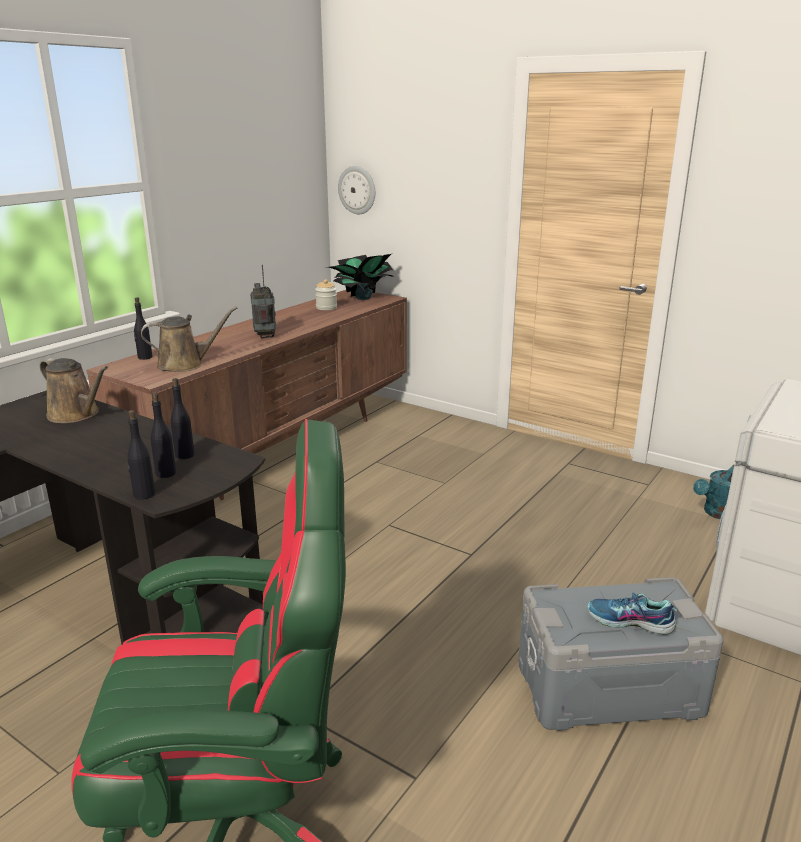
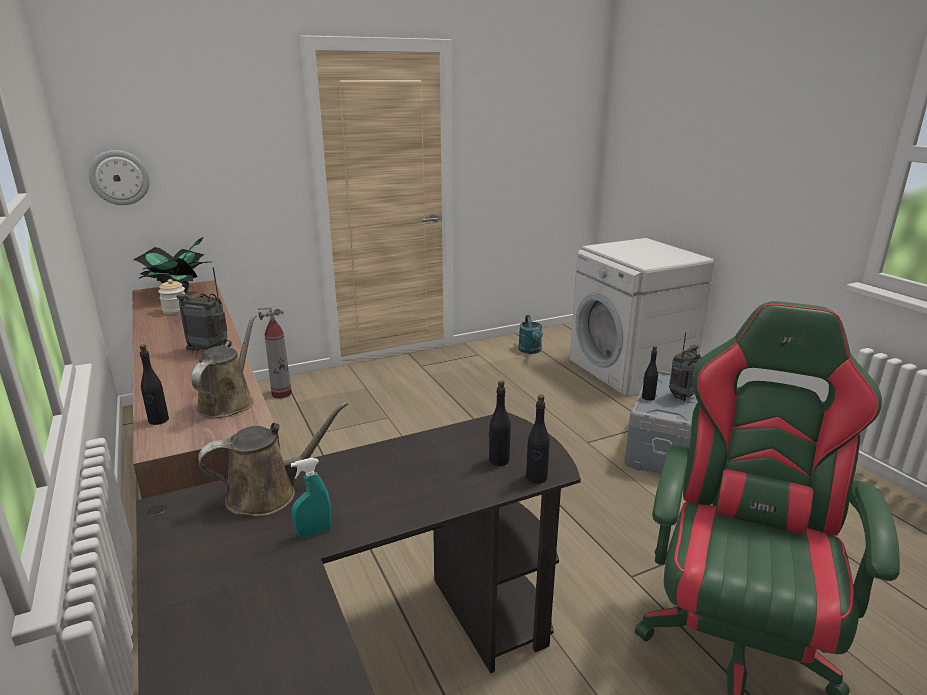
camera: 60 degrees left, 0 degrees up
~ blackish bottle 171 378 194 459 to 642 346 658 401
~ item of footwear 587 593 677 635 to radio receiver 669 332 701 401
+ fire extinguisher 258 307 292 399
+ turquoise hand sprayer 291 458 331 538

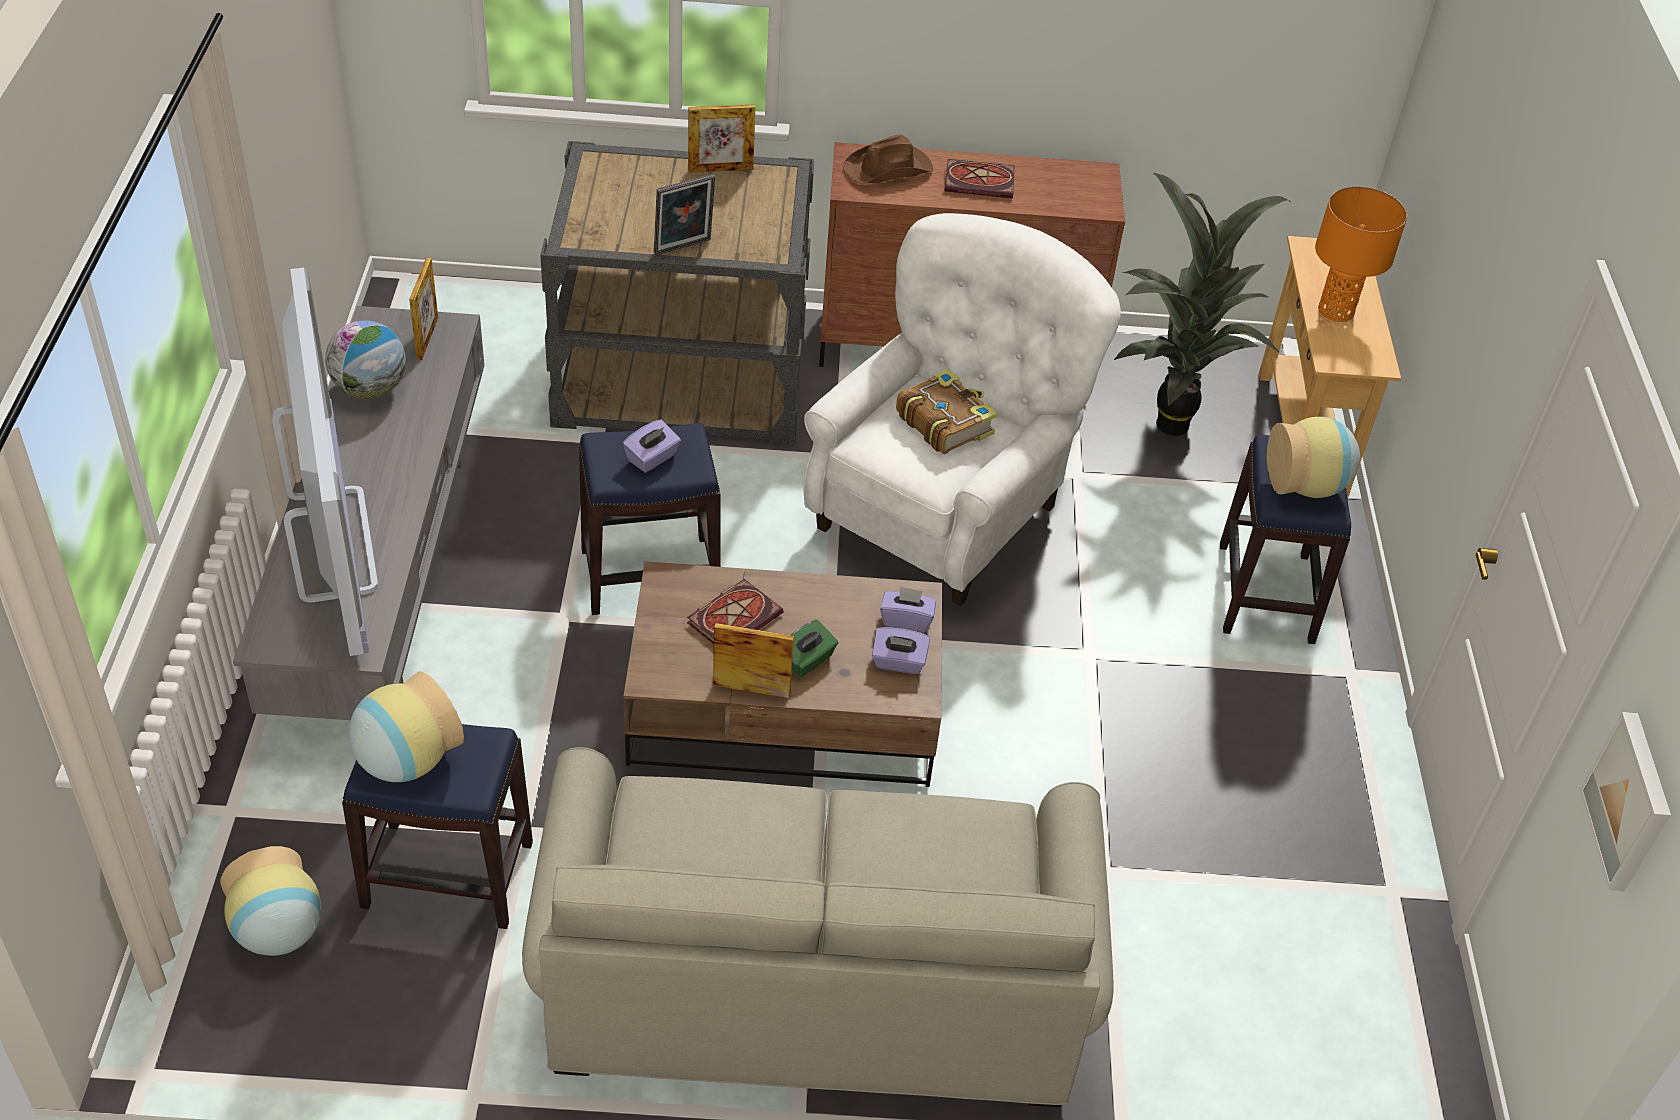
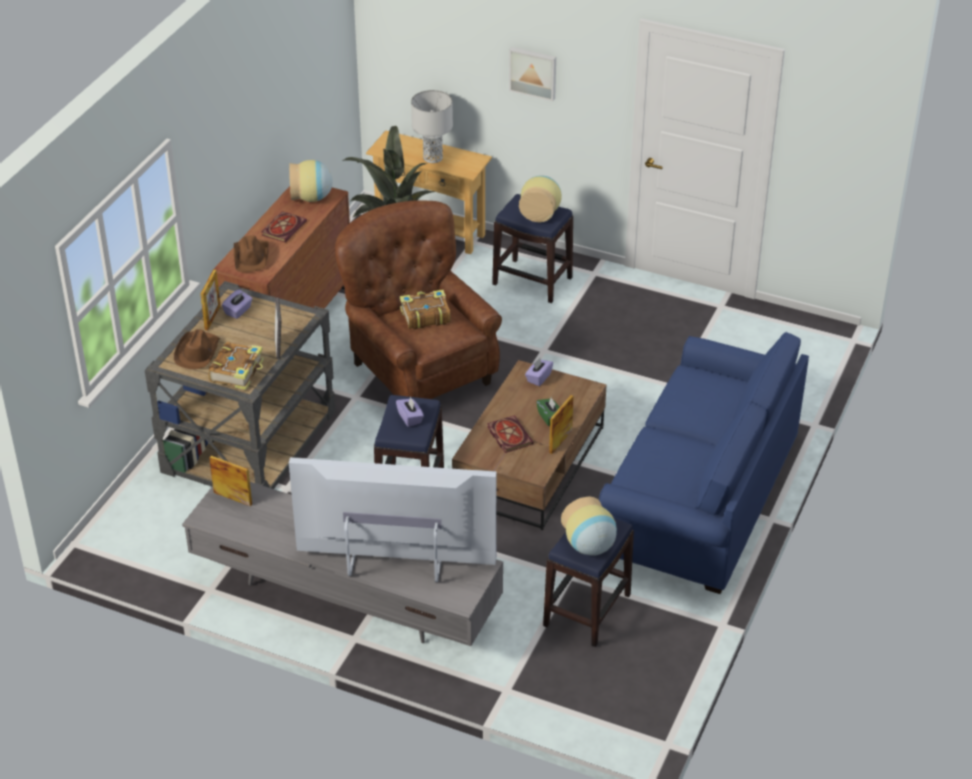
camera: 65 degrees left, 5 degrees down
~ orange lamp for a table 1315 186 1407 322 to whitish lamp for a table 411 90 453 163
~ whitish easy chair 803 213 1121 606 to brown easy chair 335 200 502 399
- world globe 325 320 406 399
~ purplish box of tissues 872 627 930 674 to 222 289 253 319
~ wall picture 1580 712 1671 891 to 509 47 556 101
~ sand-coloured settee 522 747 1113 1107 to bluish settee 599 332 809 594
~ vase 220 846 321 956 to 289 160 333 202
+ brown hat 174 329 220 369
+ bound book 208 342 264 390

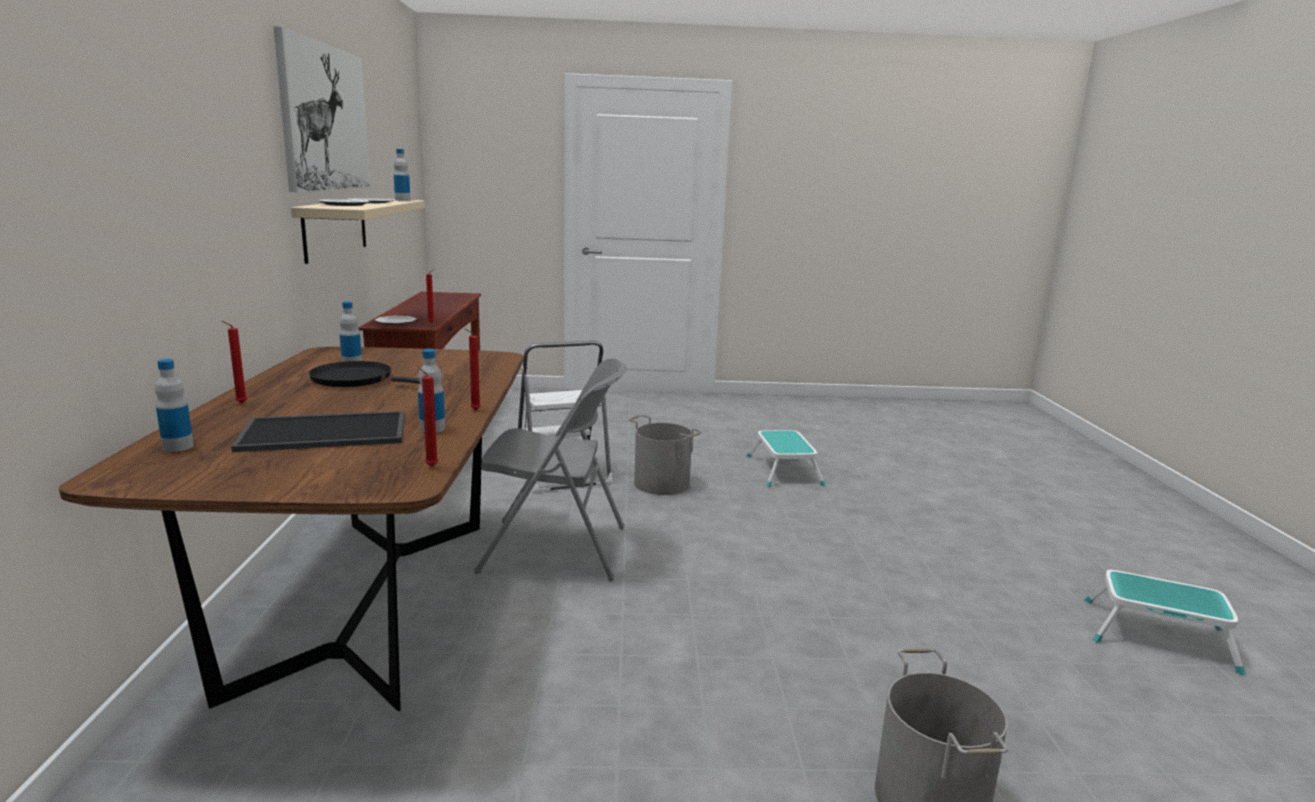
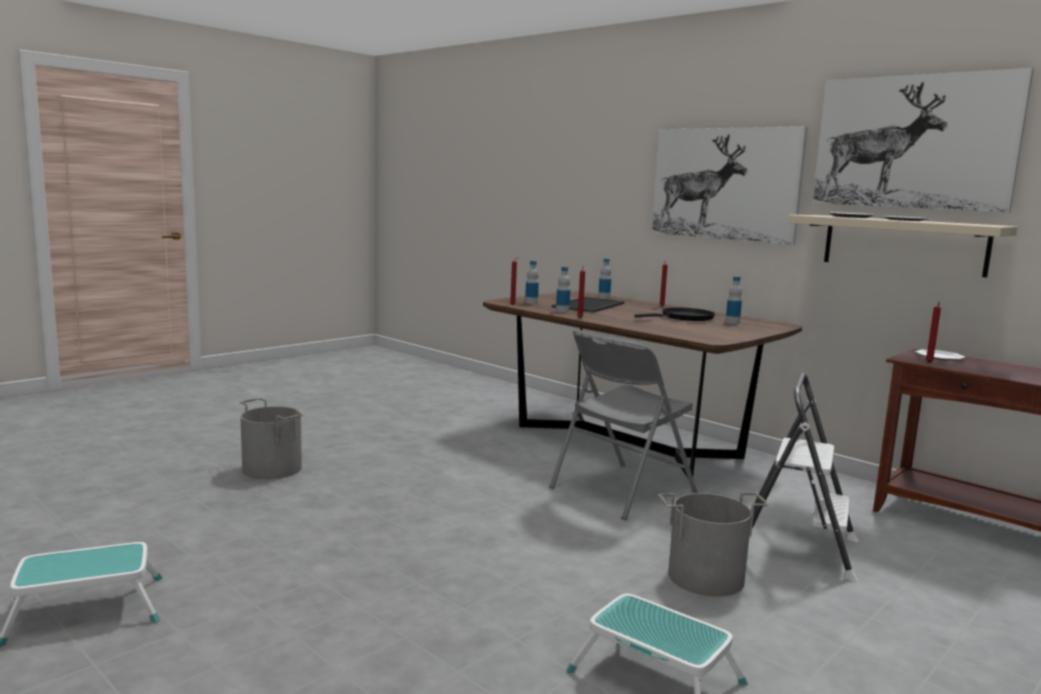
camera: 135 degrees right, 5 degrees down
~ bottle 394 149 411 201 to 525 261 539 304
+ wall picture 652 126 808 245

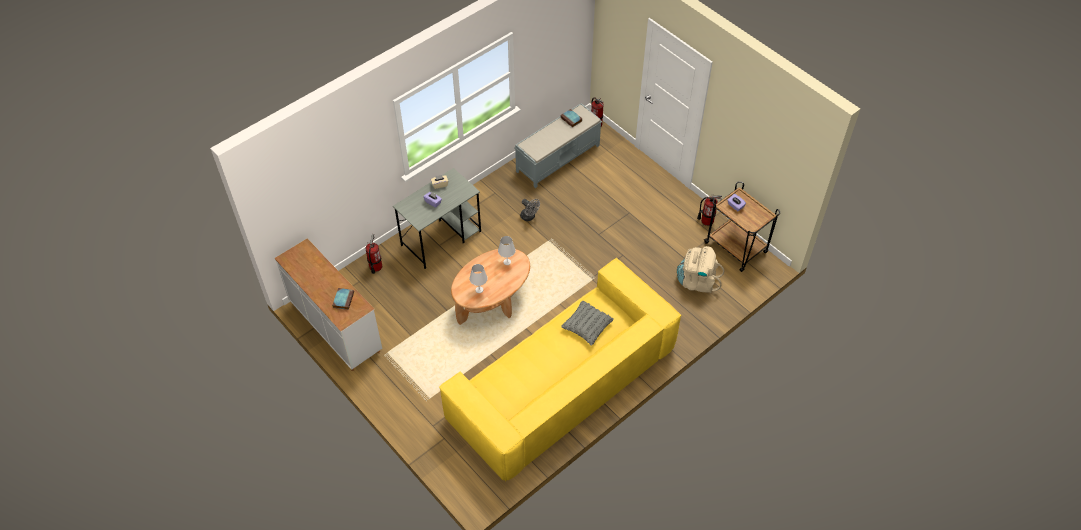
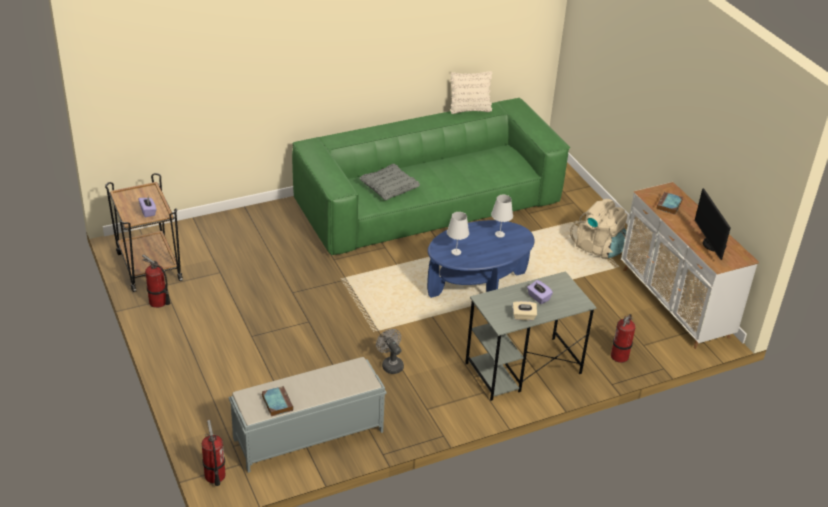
camera: 165 degrees left, 15 degrees down
~ sand-coloured knapsack 677 246 724 293 to 570 199 627 259
~ brown coffee table 451 249 530 325 to bluish coffee table 427 220 535 298
~ yellow-coloured settee 439 258 681 481 to green settee 292 98 570 255
+ sand-coloured throw pillow 450 71 493 114
+ computer display 695 188 731 260

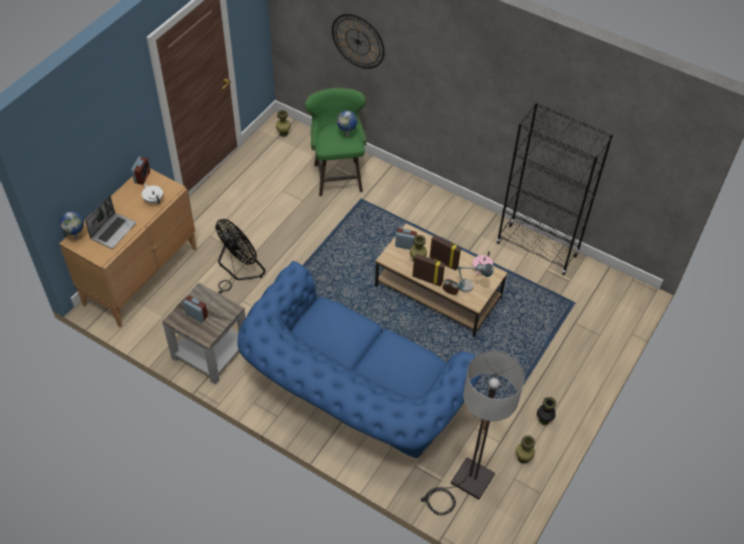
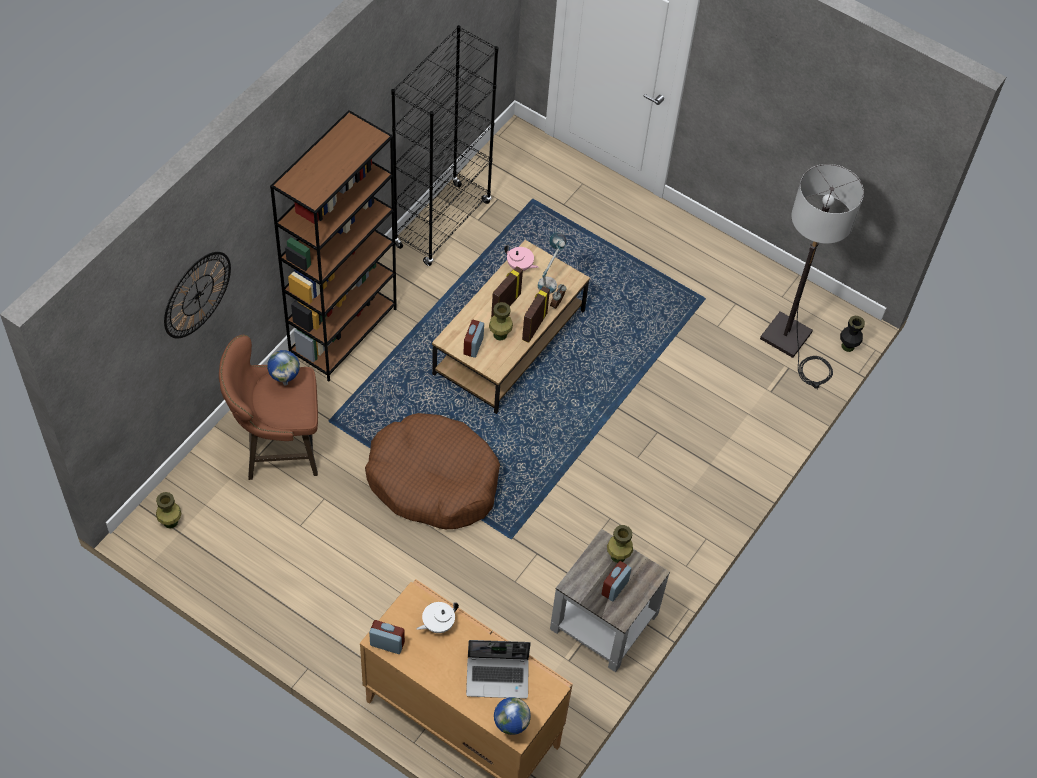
camera: 90 degrees left, 5 degrees up
~ green stool 305 88 367 196 to brown stool 219 335 318 480
~ laptop 85 195 136 249 = 466 640 531 699 150 degrees clockwise
- blackish electric fan 215 219 265 294
- bluish settee 237 261 482 458
~ blackish vase 537 397 556 425 to 840 316 865 352
~ green vase 516 435 535 463 to 607 525 633 563
+ brown bookcase 270 110 397 381
+ brown dog cushion 365 413 500 529

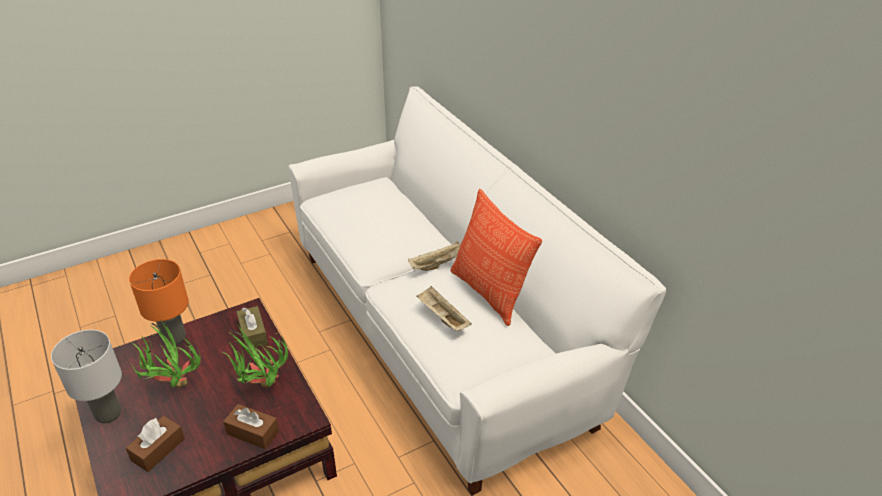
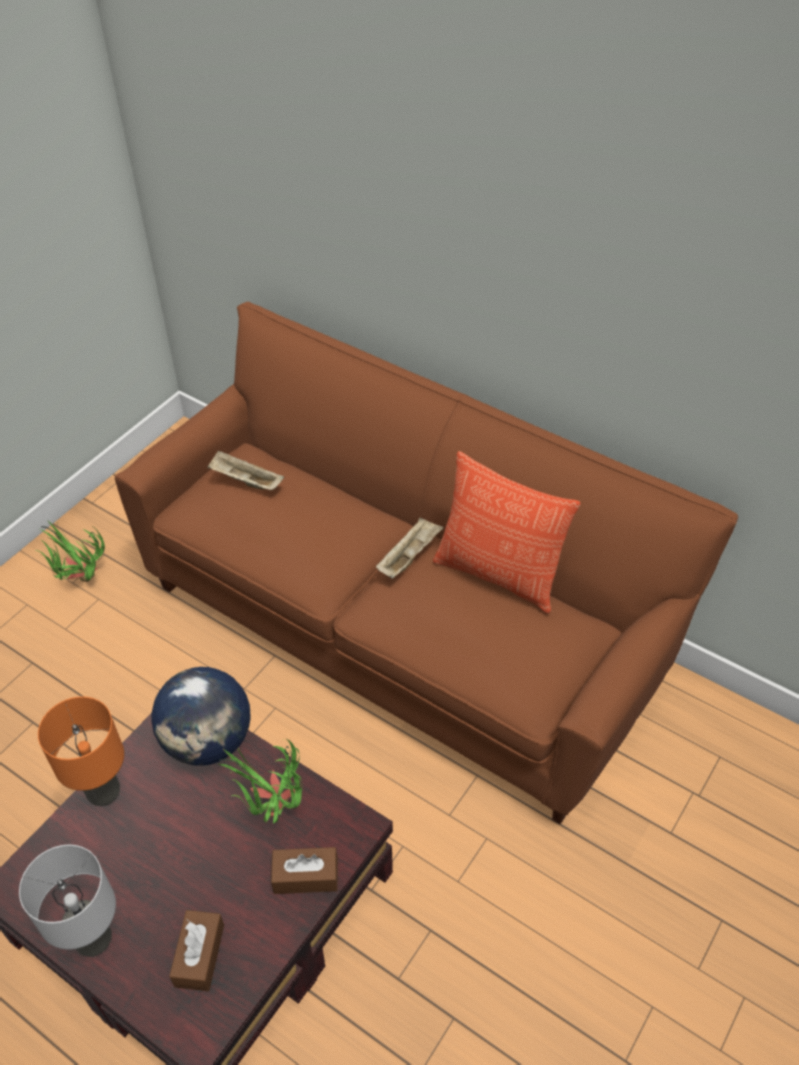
camera: 25 degrees left, 10 degrees up
~ whitish settee 289 86 666 495 to brown settee 115 302 738 824
~ sand-coloured tray 416 286 472 331 to 207 450 284 490
~ brown box of tissues 237 306 268 349 to world globe 151 667 250 766
~ potted plant 130 319 201 388 to 36 520 105 582

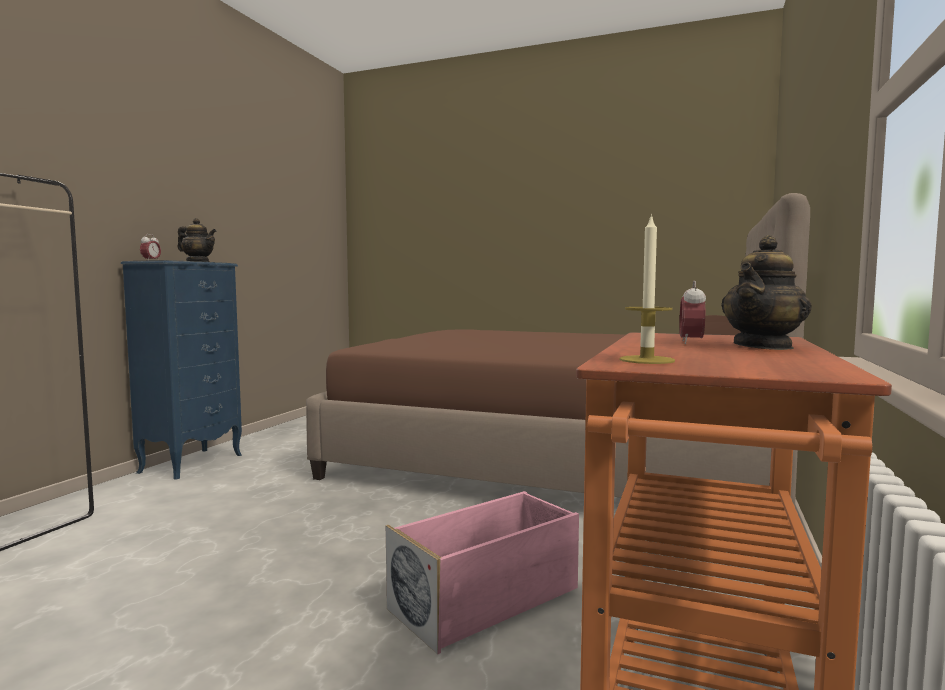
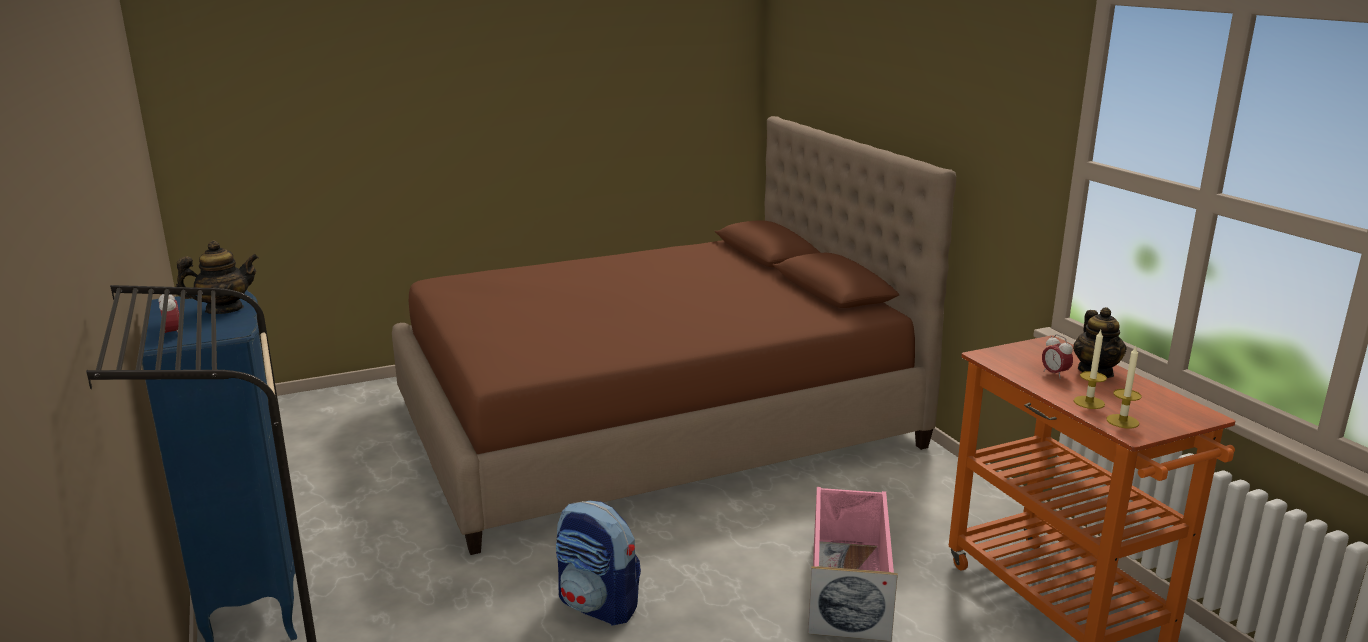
camera: 45 degrees left, 15 degrees up
+ wax candle 1074 330 1107 409
+ knapsack 556 501 641 625

